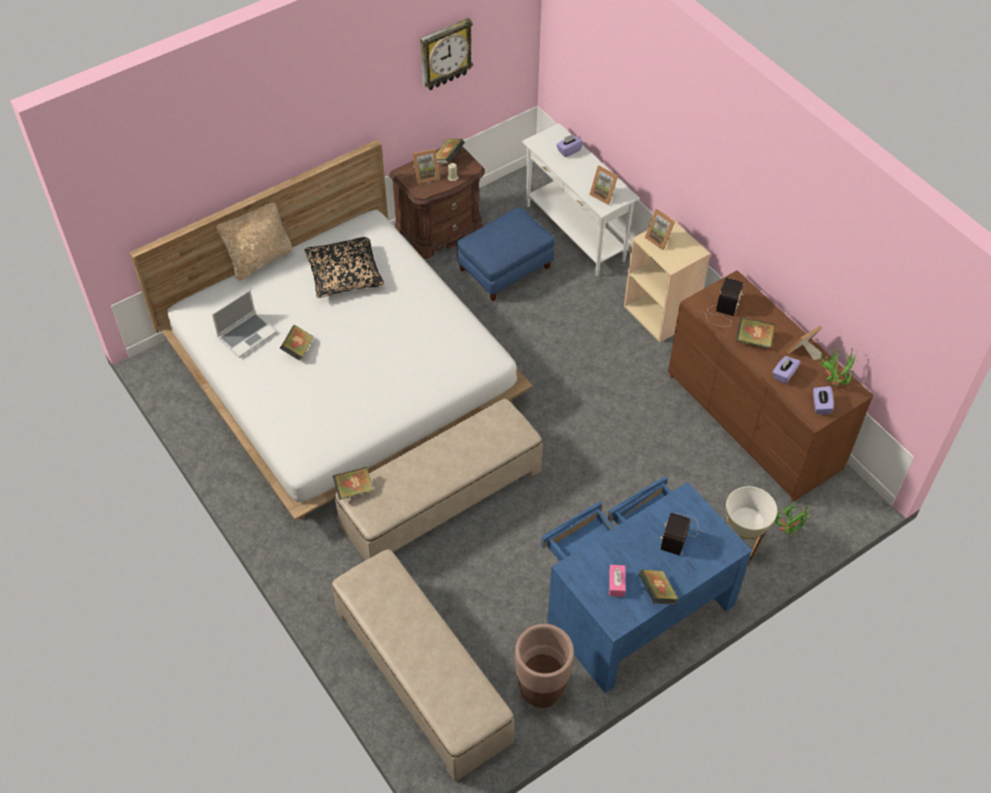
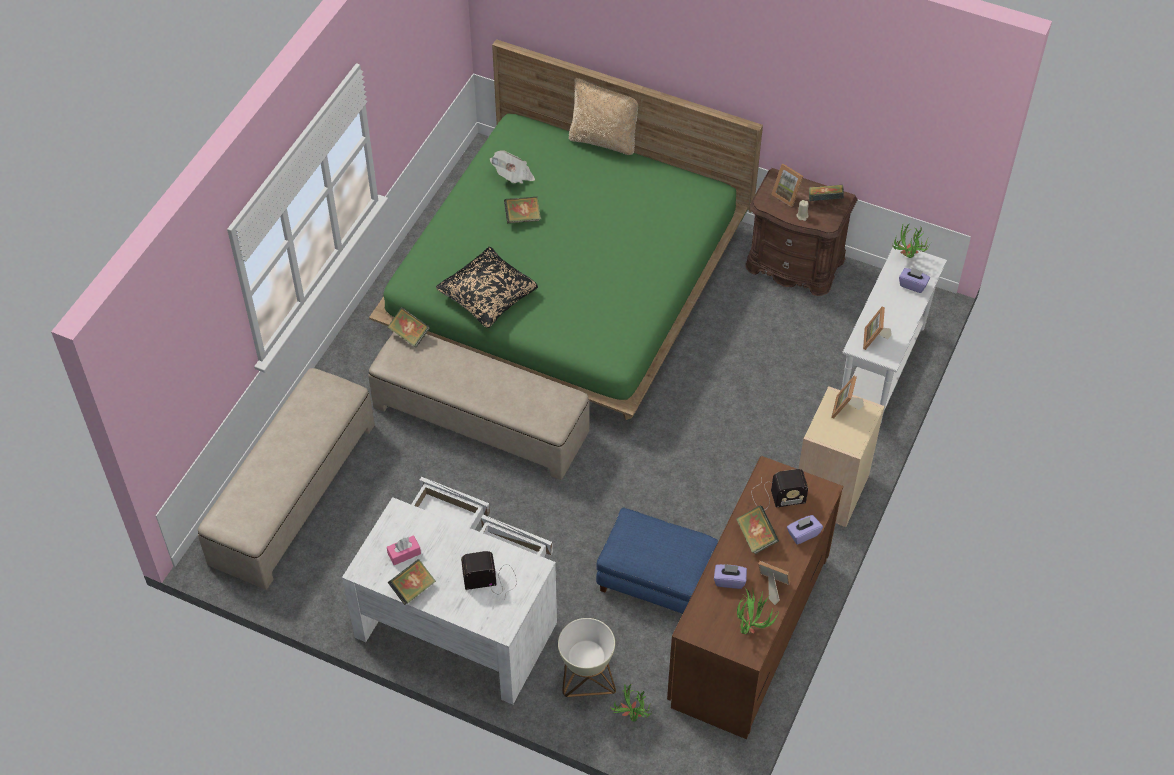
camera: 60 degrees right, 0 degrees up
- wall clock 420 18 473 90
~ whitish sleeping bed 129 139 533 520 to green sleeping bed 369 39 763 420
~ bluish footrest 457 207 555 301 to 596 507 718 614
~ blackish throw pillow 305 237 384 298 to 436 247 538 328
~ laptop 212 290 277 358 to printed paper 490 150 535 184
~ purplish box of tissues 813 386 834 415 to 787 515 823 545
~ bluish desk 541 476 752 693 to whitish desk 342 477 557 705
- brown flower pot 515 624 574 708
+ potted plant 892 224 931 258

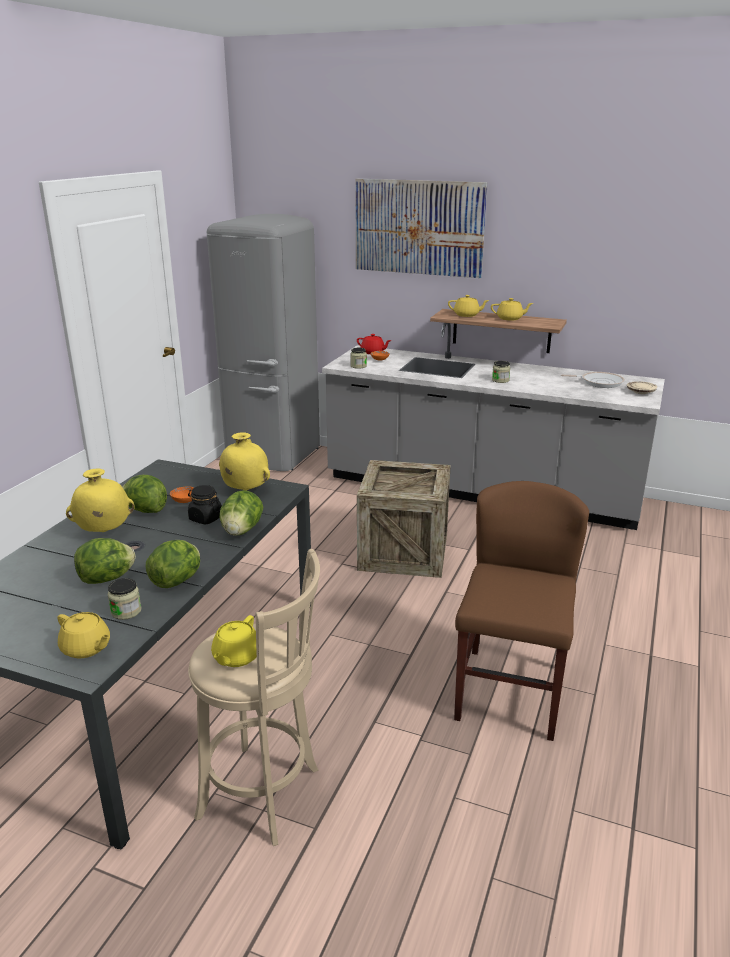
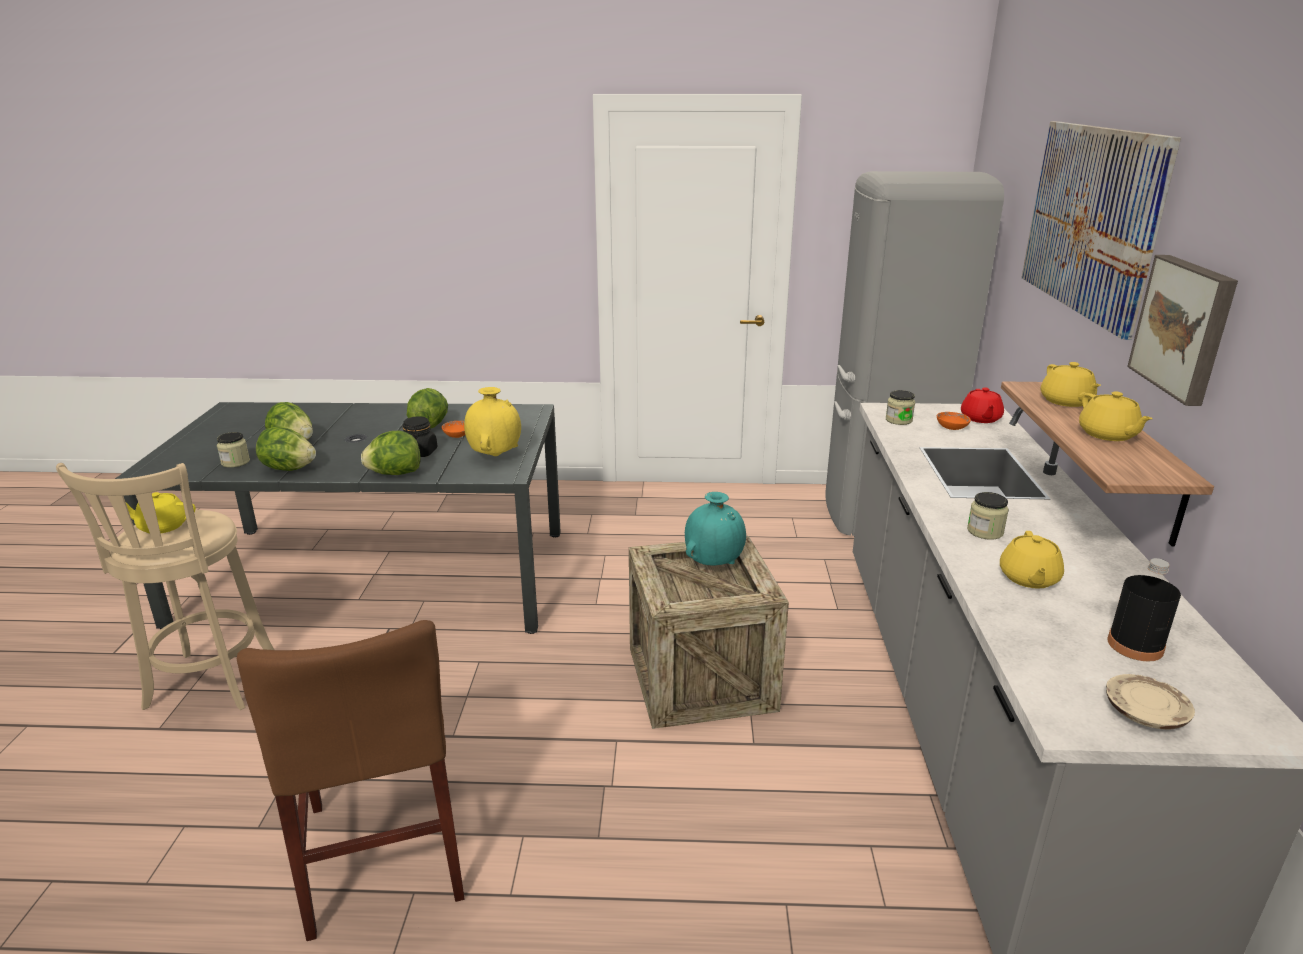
camera: 70 degrees right, 0 degrees up
~ skillet 561 372 625 388 to blackish bottle 1107 558 1181 661
- yellow-coloured vase 66 468 135 532
~ brown chair 454 481 589 741 = 237 620 464 941 75 degrees clockwise
~ yellow-coloured teapot 57 612 110 659 to 1000 531 1064 589
+ wall picture 1127 255 1238 406
+ turquoise vase 685 492 746 566

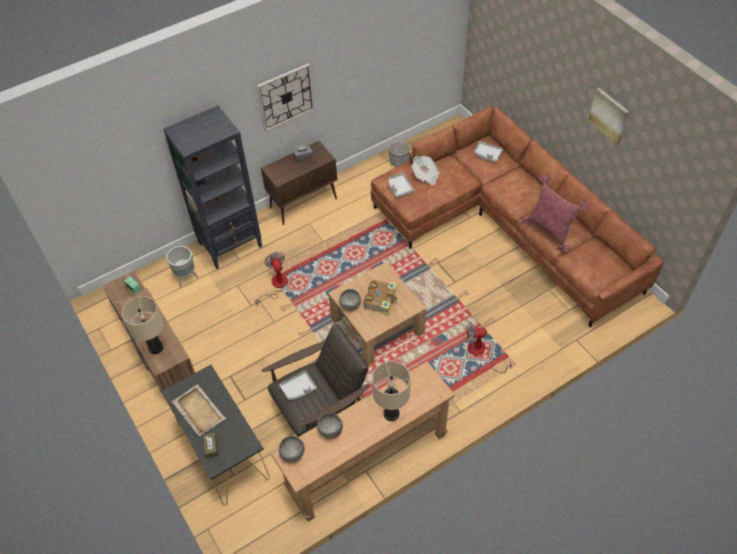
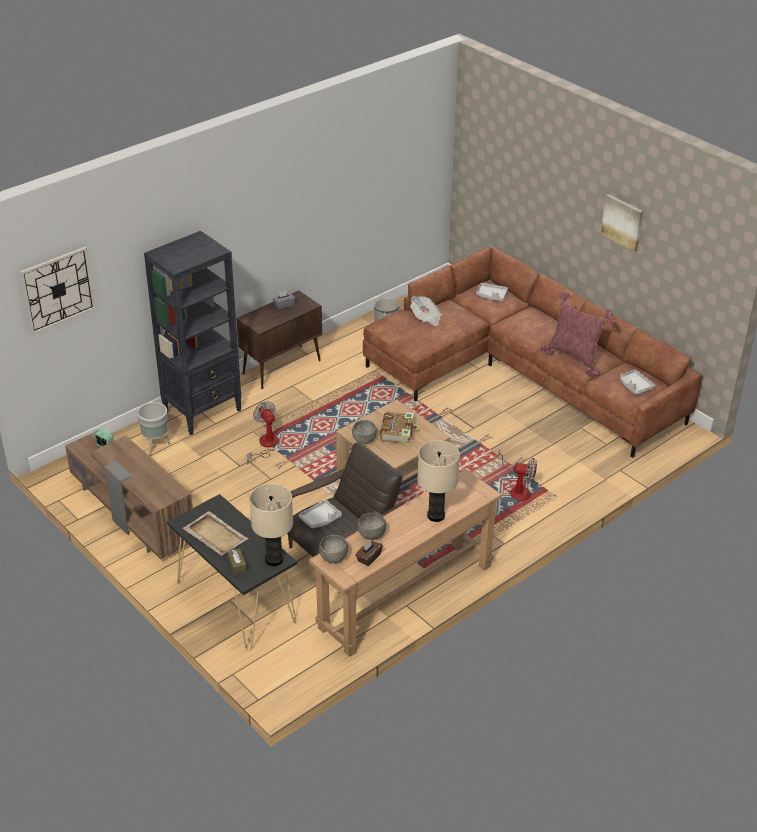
camera: 10 degrees left, 15 degrees down
~ wall clock 257 63 315 132 to 20 247 96 335
~ grey tray 389 173 414 198 to 620 369 655 395
~ sand-coloured lamp for a table 122 296 163 354 to 250 484 293 566
~ electric fan 467 322 512 373 = 498 449 537 501 150 degrees counterclockwise
+ brown box of tissues 356 540 383 566

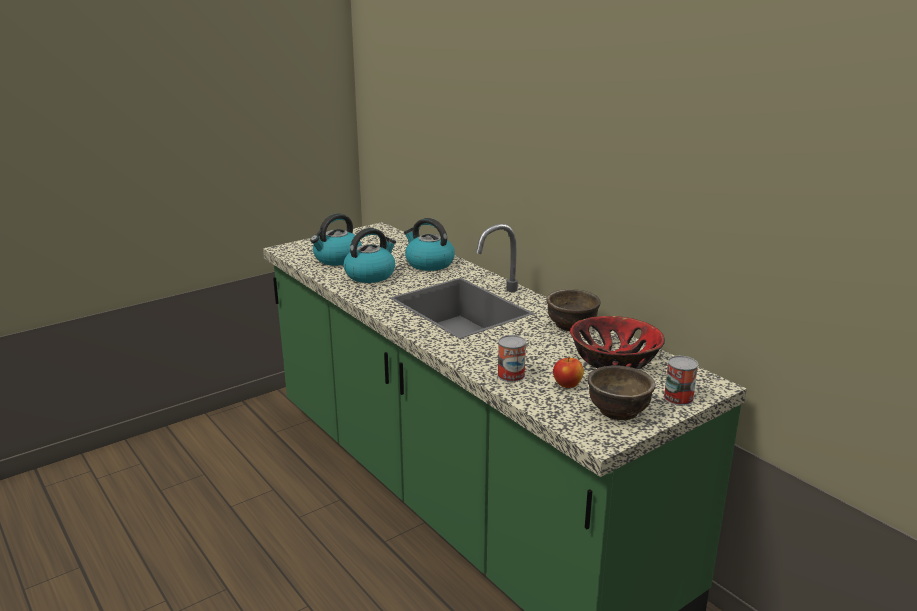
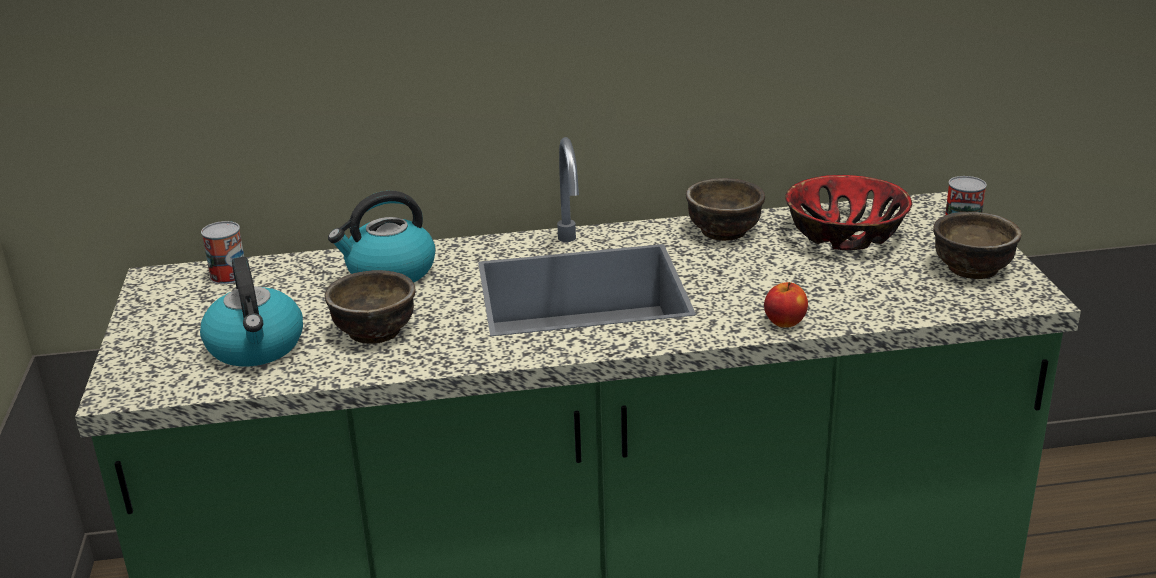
camera: 60 degrees left, 5 degrees up
~ tea kettle 344 228 396 283 to brown deep dish 325 270 416 344
~ metal can 497 335 526 382 to 201 221 244 284
~ whole apple 553 357 584 388 to 764 282 808 328

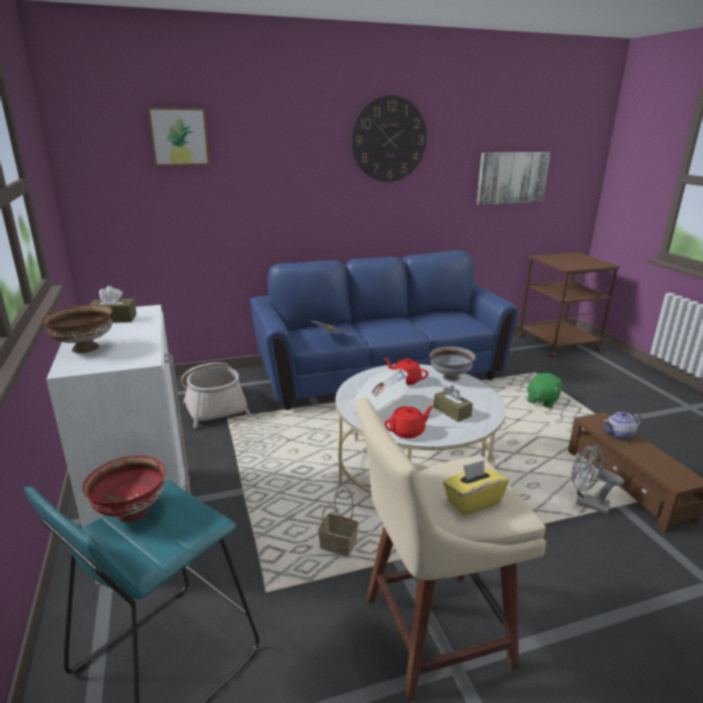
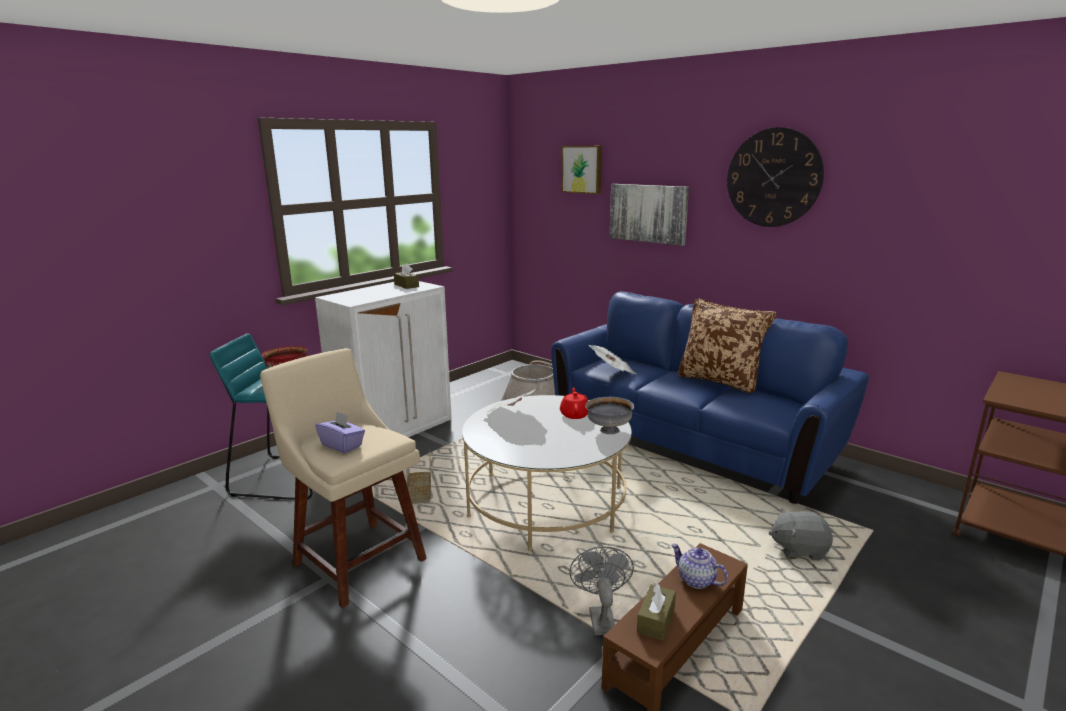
camera: 60 degrees right, 5 degrees down
~ wall picture 476 152 550 205 to 609 184 689 246
- brown deep dish 42 305 112 353
~ green cuddly toy 527 373 562 408 to grey cuddly toy 769 508 833 560
~ brown box of tissues 434 385 473 422 to 637 583 676 640
- red teapot 384 406 434 438
~ yellow-coloured box of tissues 443 460 509 515 to purplish box of tissues 315 411 365 453
+ brown throw pillow 678 298 776 393

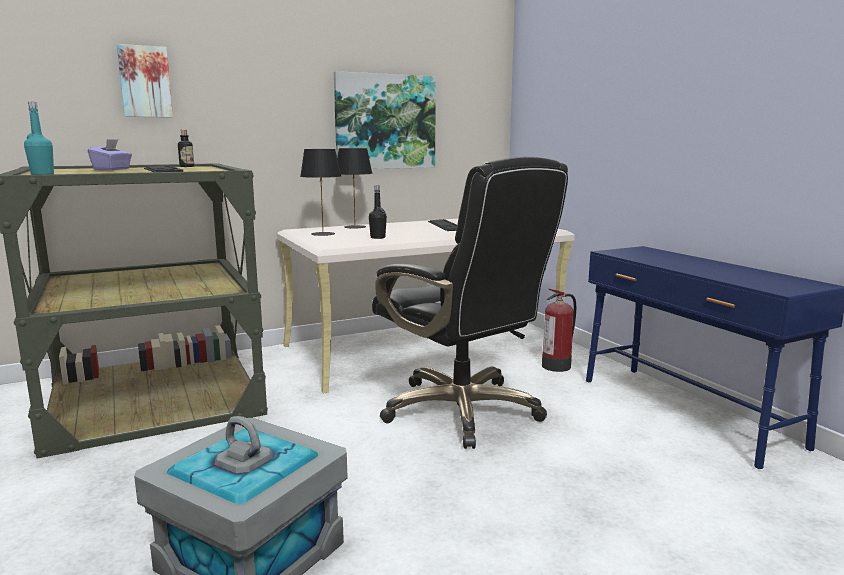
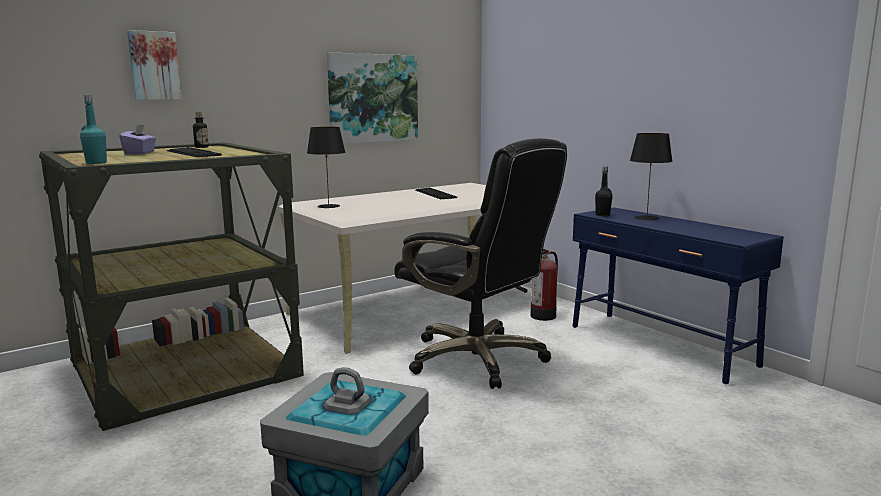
camera: 10 degrees left, 0 degrees up
~ blackish lamp for a table 337 148 373 229 to 630 133 673 220
~ blackish bottle 369 185 387 239 to 595 166 613 216

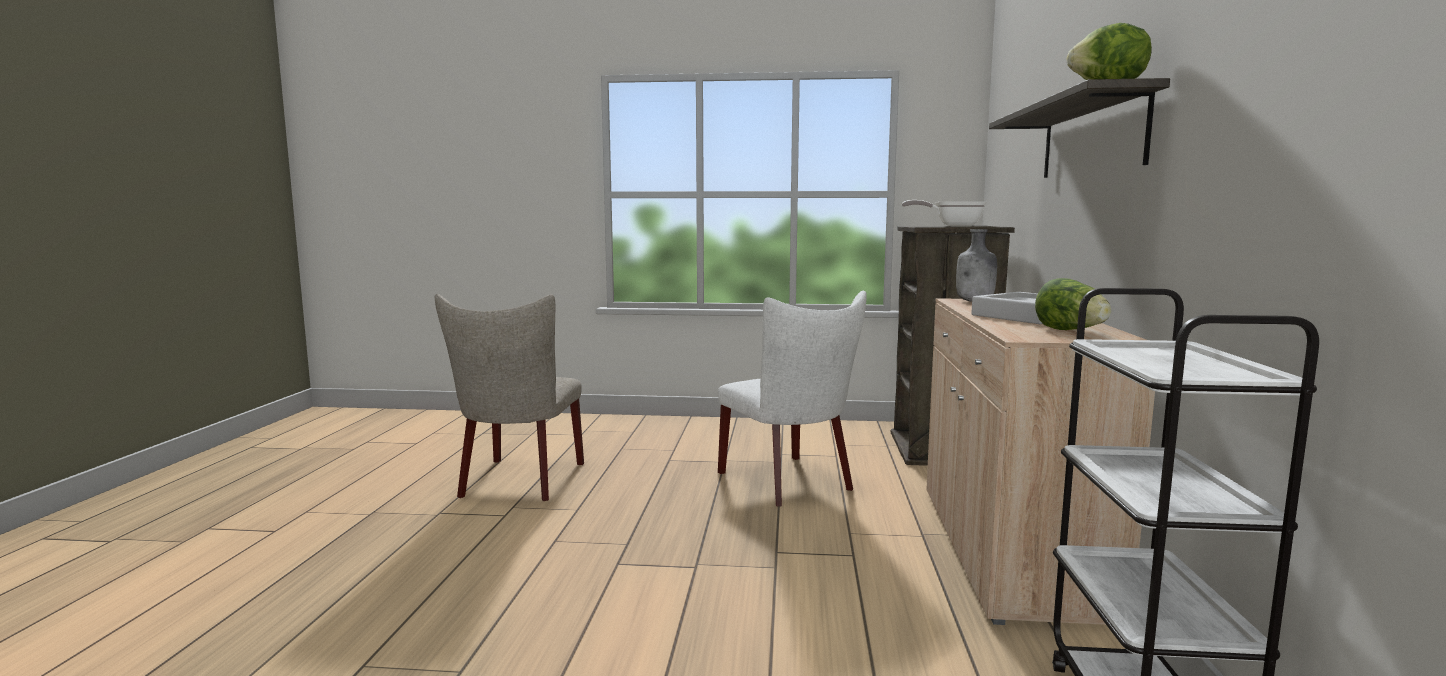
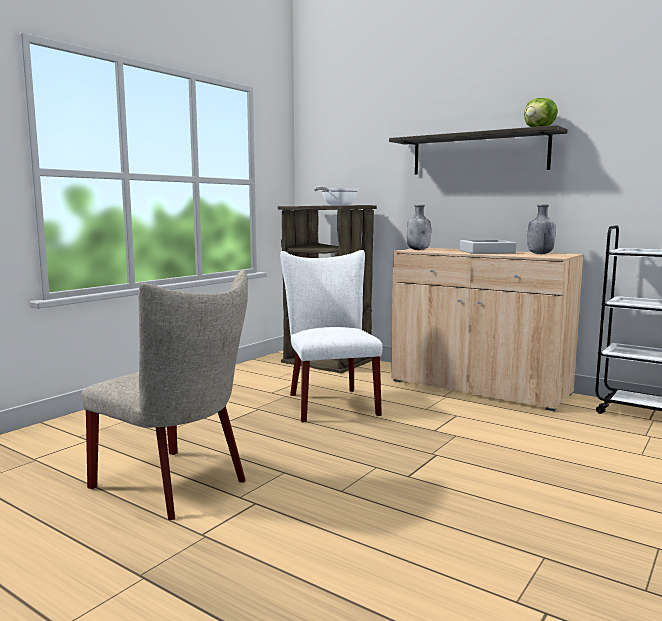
camera: 60 degrees left, 0 degrees up
~ head of lettuce 1035 278 1111 330 to grey bottle 527 204 556 254
~ whitish chair 718 291 867 507 = 280 250 383 423 105 degrees counterclockwise

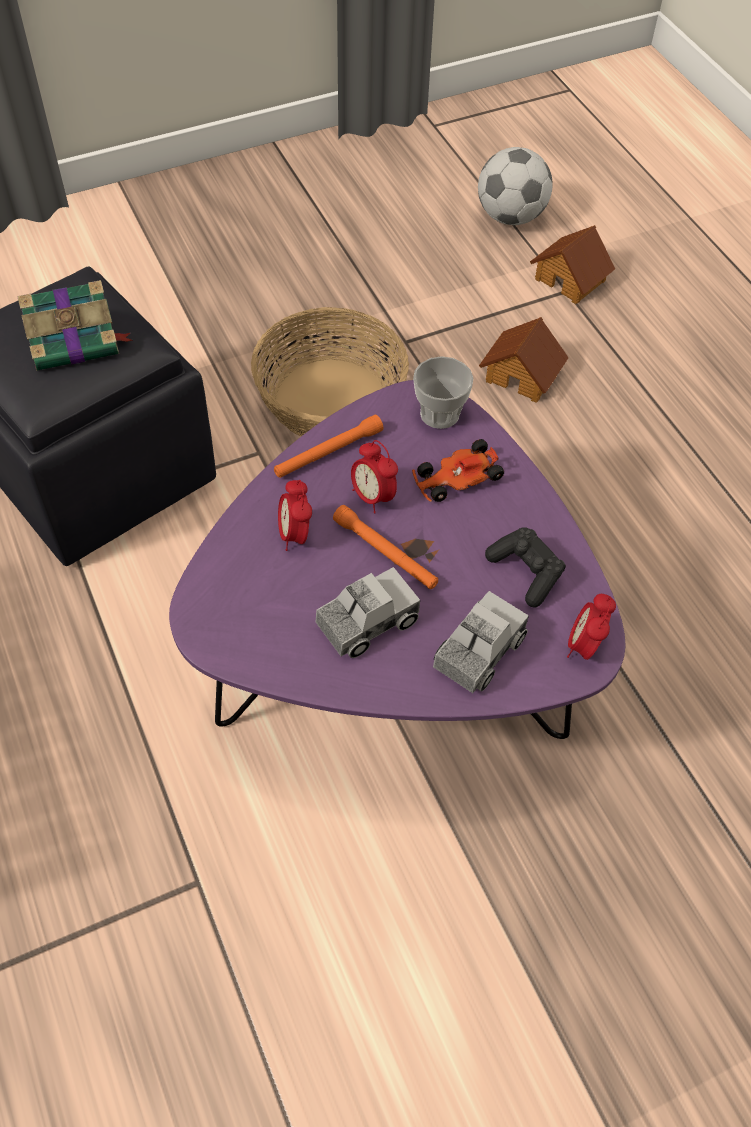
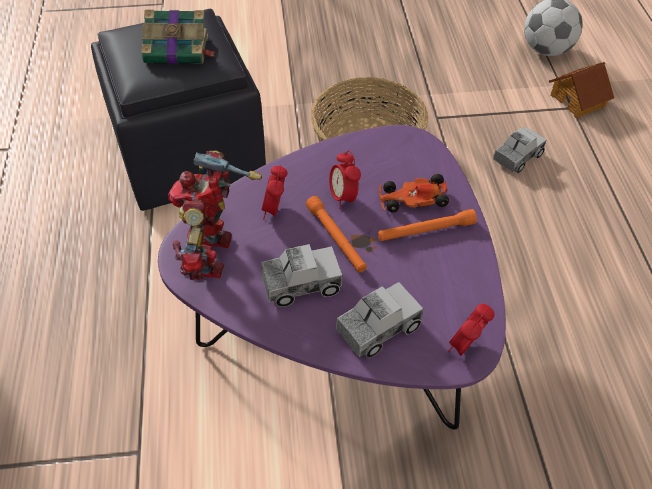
camera: 20 degrees right, 5 degrees down
~ miniature house 479 317 569 403 to model truck 493 127 546 173
- small cup 413 356 473 429
~ orange hand torch 274 415 383 478 to 378 209 477 241
- blackish gamepad 485 527 566 607
+ robot figure 168 151 262 280

